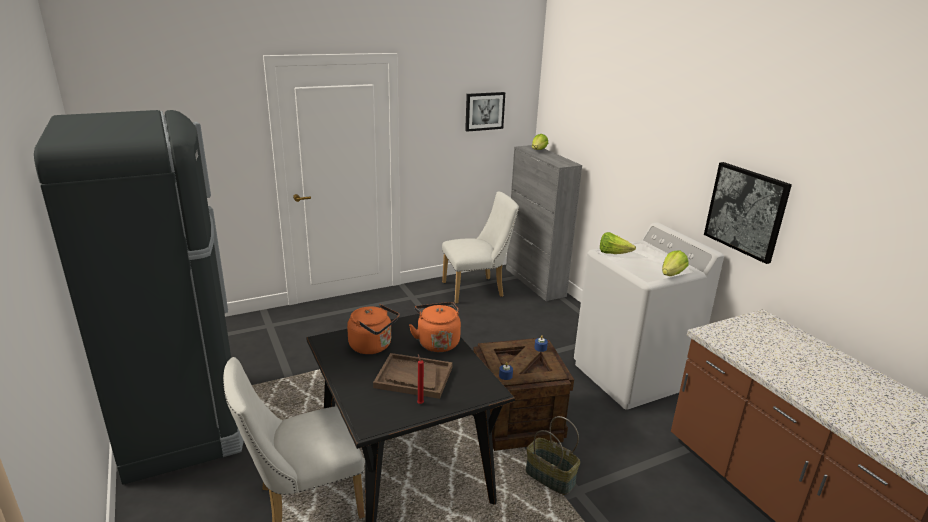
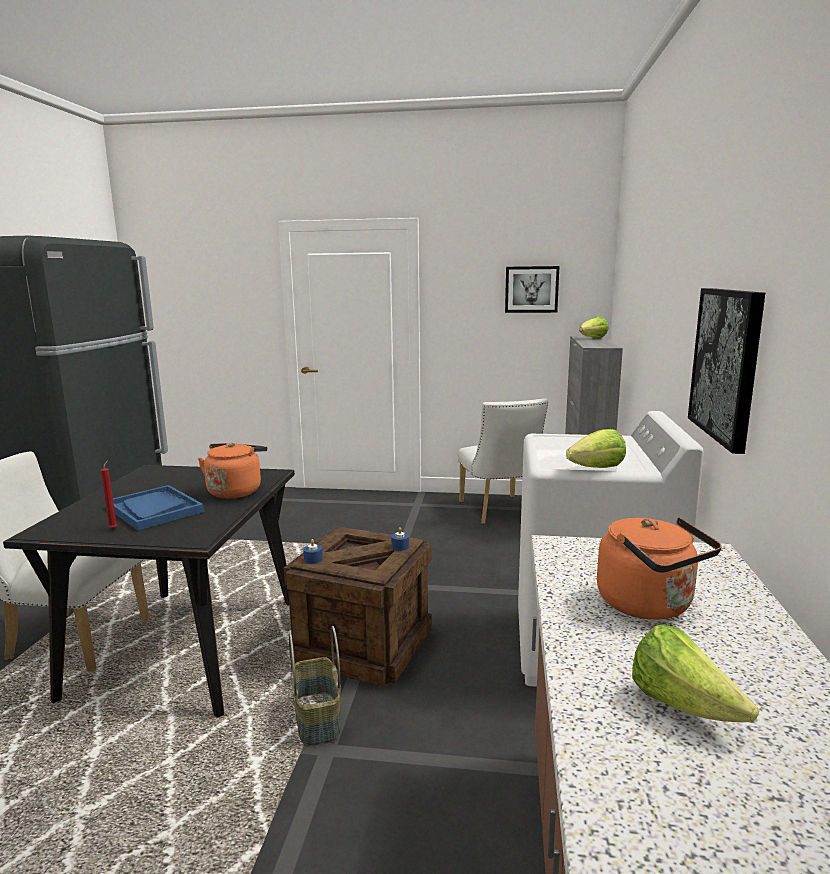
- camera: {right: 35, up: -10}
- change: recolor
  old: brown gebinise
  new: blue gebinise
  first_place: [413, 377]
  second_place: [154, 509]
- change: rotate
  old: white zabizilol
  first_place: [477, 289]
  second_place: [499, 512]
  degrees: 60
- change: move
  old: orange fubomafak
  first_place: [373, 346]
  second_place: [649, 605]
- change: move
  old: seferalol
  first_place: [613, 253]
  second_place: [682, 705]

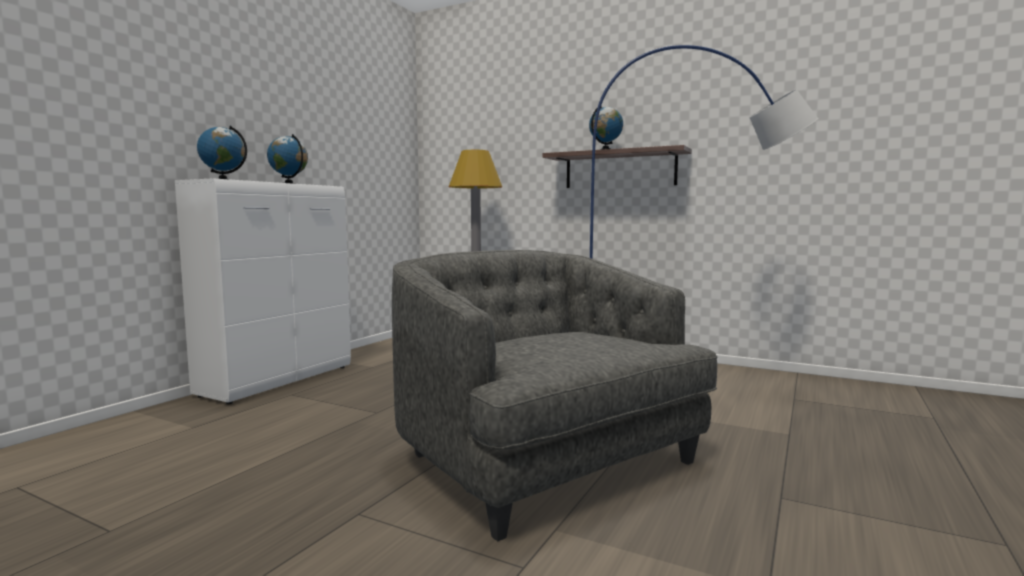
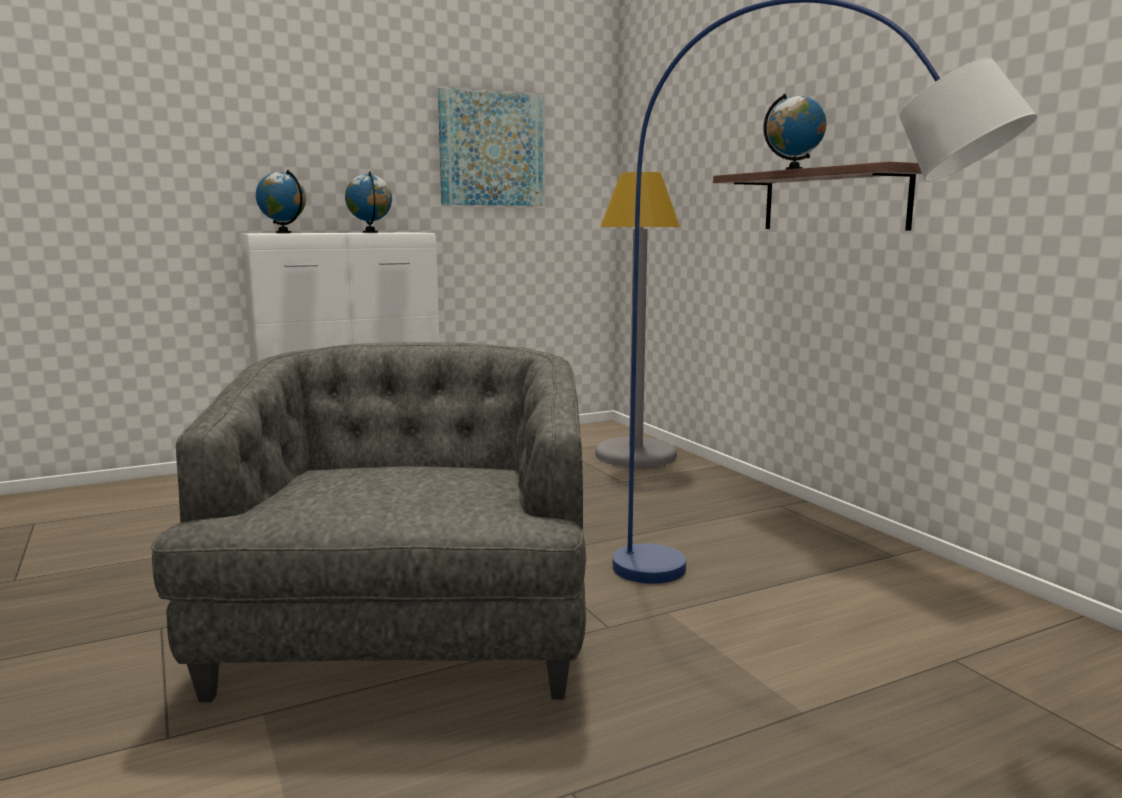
- camera: {right: 35, up: 5}
- change: insert
  new: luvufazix
  second_place: [491, 149]

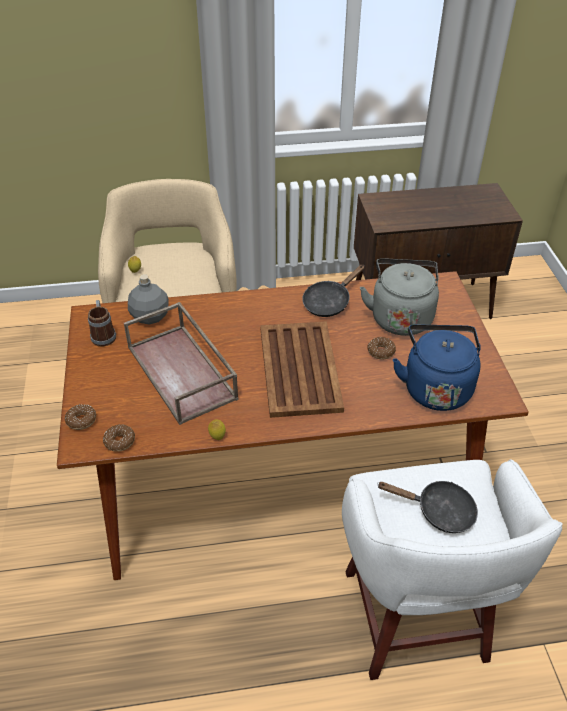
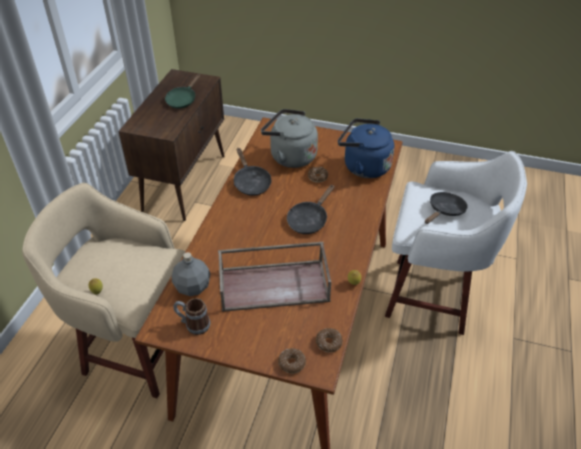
- camera: {right: -65, up: 0}
- change: insert
  new: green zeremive
  second_place: [183, 100]
- change: replace
  old: brown gebinise
  new: black zeremive
  first_place: [300, 368]
  second_place: [309, 220]

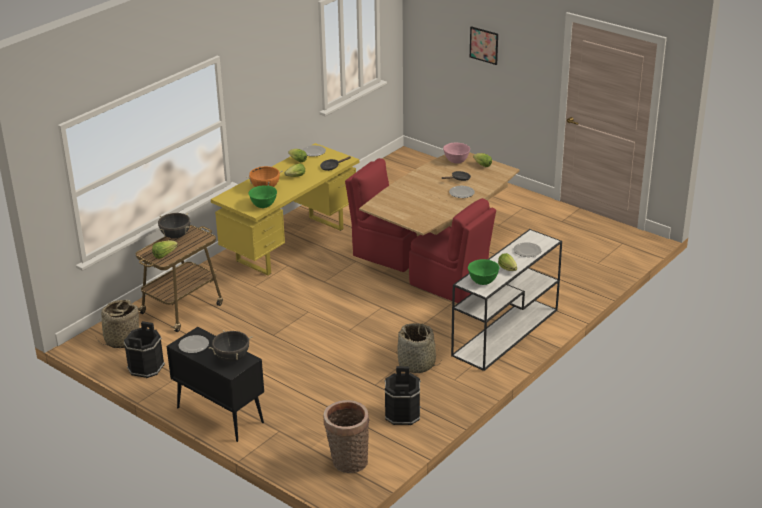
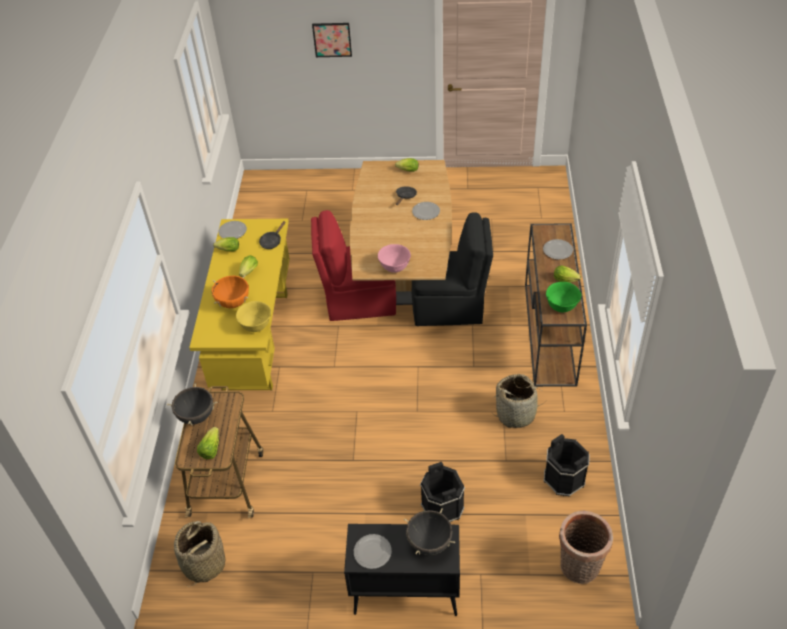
- camera: {right: -35, up: 15}
- change: recolor
  old: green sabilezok
  new: yellow sabilezok
  first_place: [264, 205]
  second_place: [256, 325]
- change: move
  old: pink sabilezok
  first_place: [456, 161]
  second_place: [394, 267]
- change: recolor
  old: red zabizilol
  new: black zabizilol
  first_place: [450, 285]
  second_place: [450, 307]
- change: move
  old: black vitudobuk
  first_place: [146, 367]
  second_place: [442, 507]
- change: recolor
  old: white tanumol
  new: brown tanumol
  first_place: [505, 333]
  second_place: [550, 334]

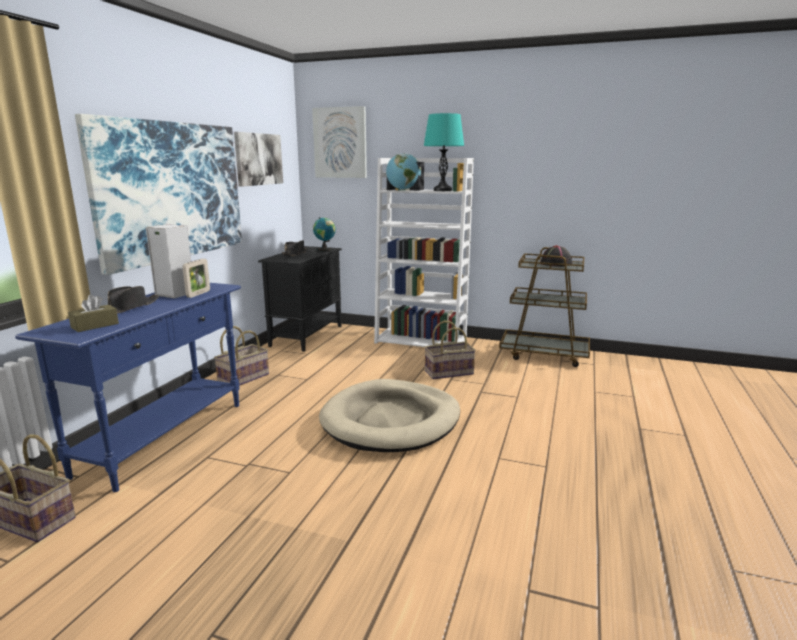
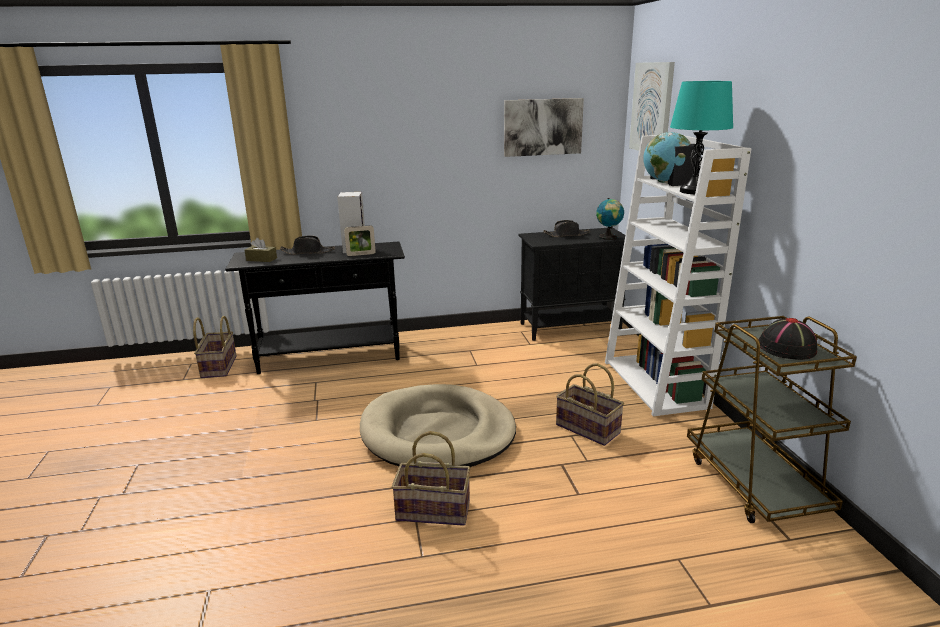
- camera: {right: 60, up: 5}
- change: recolor
  old: blue tanumol
  new: black tanumol
  first_place: [165, 437]
  second_place: [330, 357]
- change: move
  old: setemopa
  first_place: [243, 378]
  second_place: [434, 510]
- change: delete
  old: luvufazix
  first_place: [172, 191]

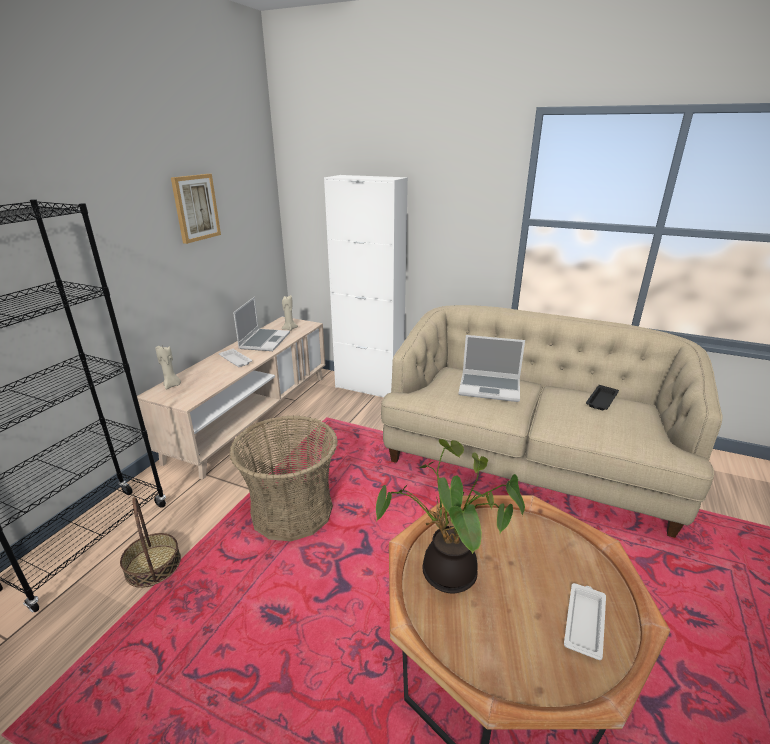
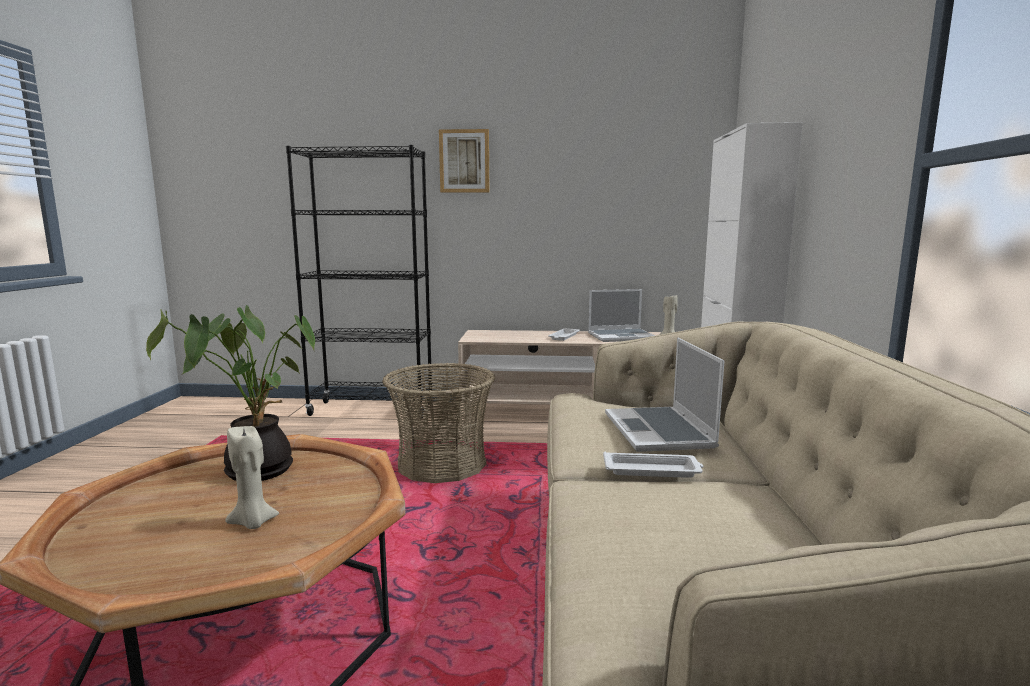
- camera: {right: 70, up: -15}
- change: move
  old: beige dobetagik
  first_place: [172, 385]
  second_place: [253, 523]
- change: move
  old: luvufazix
  first_place: [195, 208]
  second_place: [464, 161]
- change: move
  old: white gebinise
  first_place: [584, 622]
  second_place: [653, 470]
- change: delete
  old: setemopa
  first_place: [153, 565]
- change: delete
  old: black gebinise
  first_place: [601, 401]

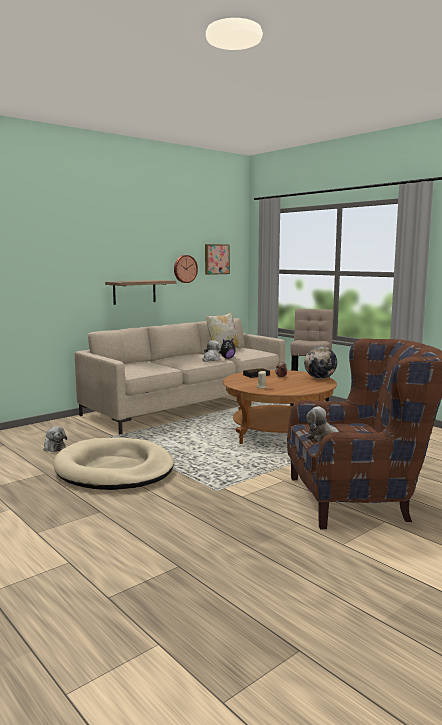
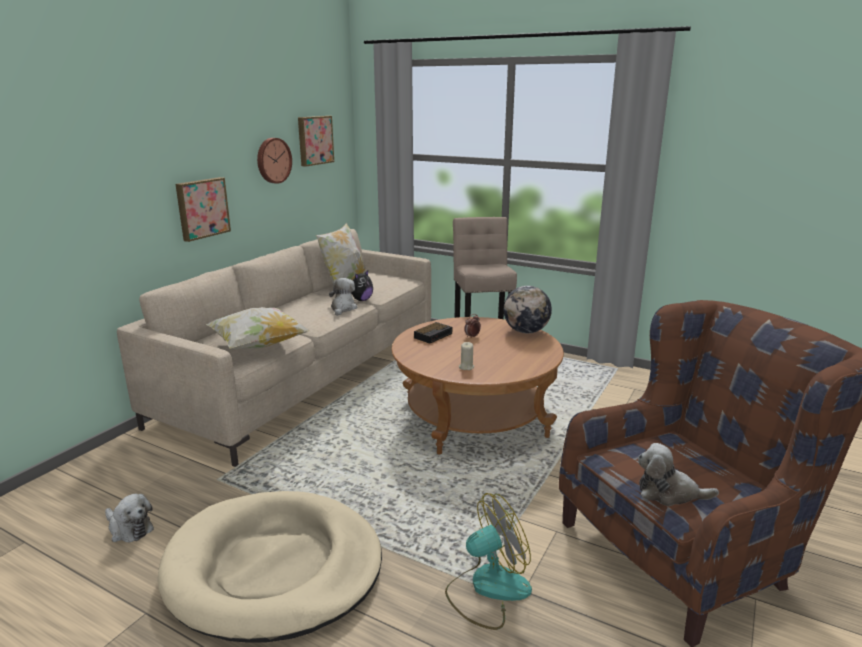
- camera: {right: -20, up: 10}
- change: replace
  old: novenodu
  new: luvufazix
  first_place: [134, 292]
  second_place: [202, 208]
- change: insert
  new: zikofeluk
  second_place: [259, 346]
- change: insert
  new: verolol
  second_place: [487, 589]

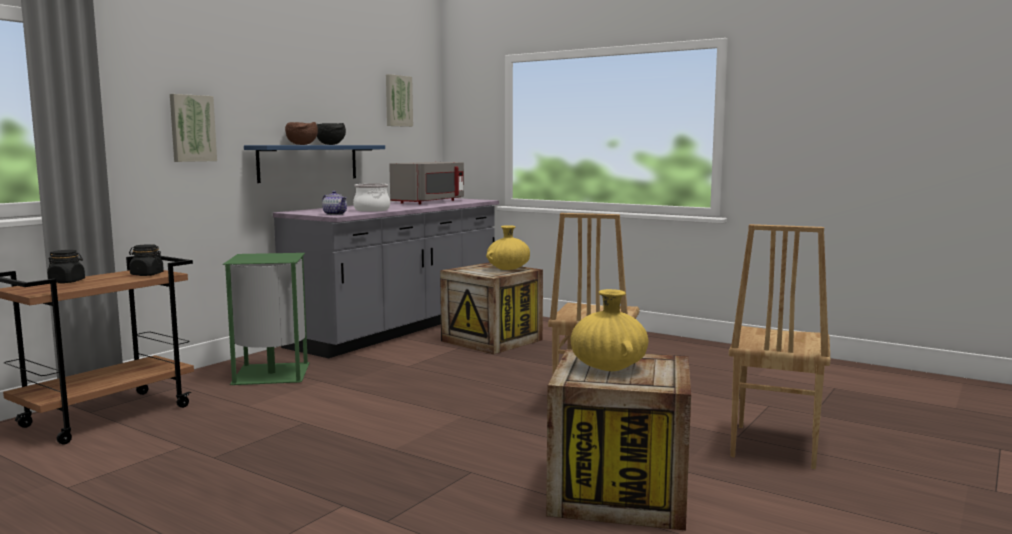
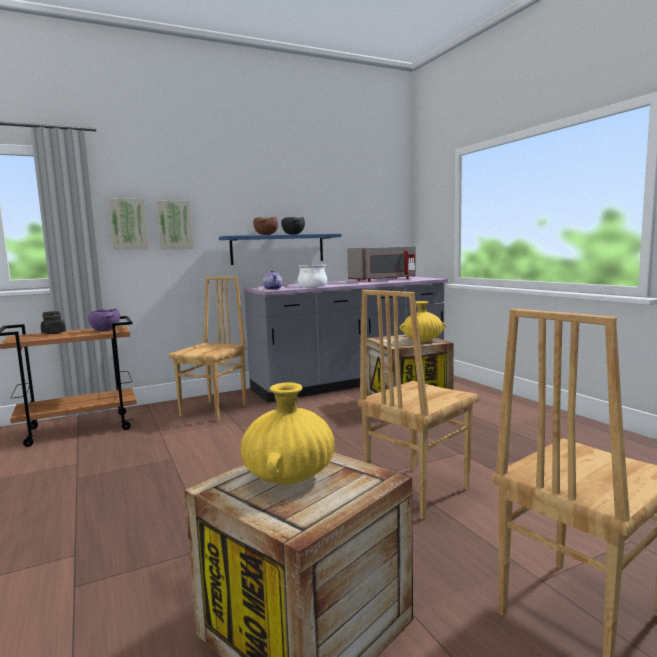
- camera: {right: 30, up: 0}
- change: replace
  old: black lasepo
  new: purple sabilezok
  first_place: [146, 274]
  second_place: [106, 330]
- change: move
  old: luvufazix
  first_place: [397, 101]
  second_place: [128, 224]
- change: replace
  old: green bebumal
  new: brown zabizilol
  first_place: [273, 373]
  second_place: [215, 410]

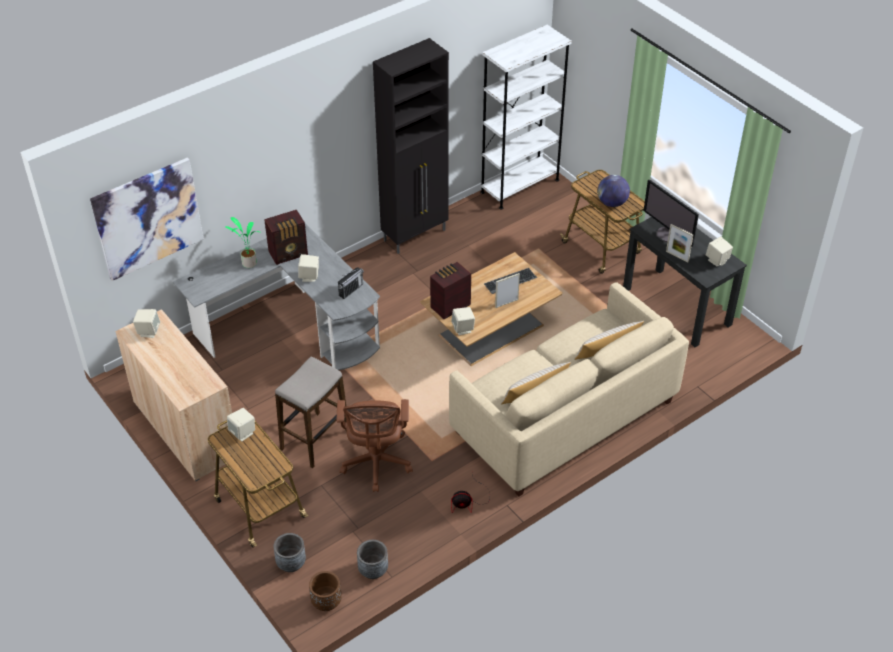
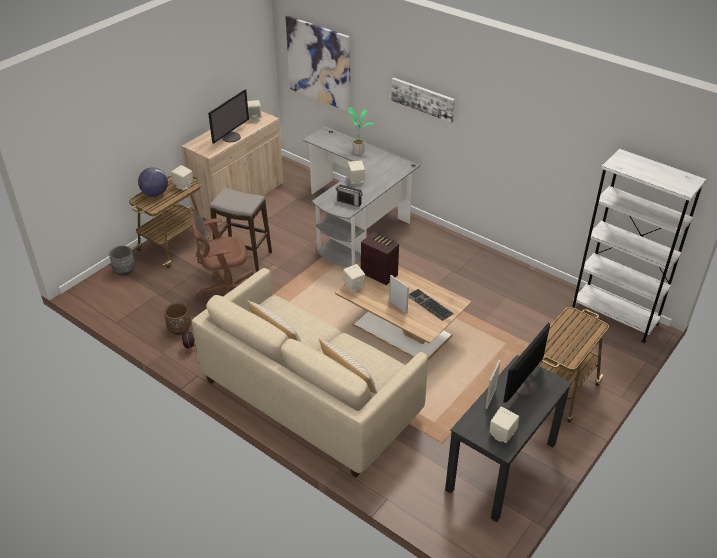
- camera: {right: 75, up: -5}
- change: move
  old: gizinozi
  first_place: [612, 203]
  second_place: [155, 194]
- change: move
  old: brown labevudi
  first_place: [326, 602]
  second_place: [179, 329]
- change: insert
  new: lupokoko
  second_place: [231, 137]
- change: insert
  new: luvufazix
  second_place: [423, 99]
- change: delete
  old: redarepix
  first_place: [289, 253]
- change: delete
  old: grey labevudi
  first_place: [373, 570]
- change: delete
  old: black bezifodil
  first_place: [415, 235]

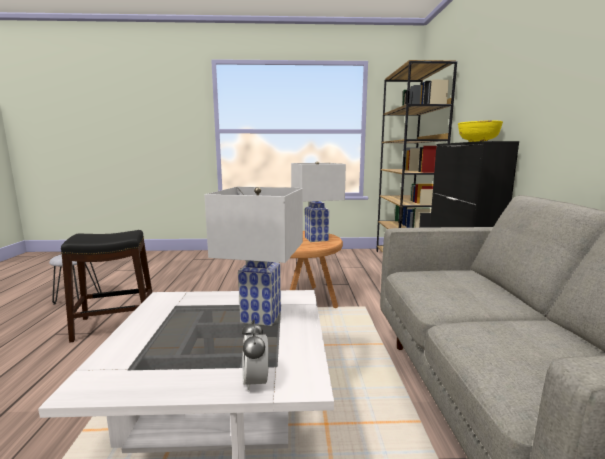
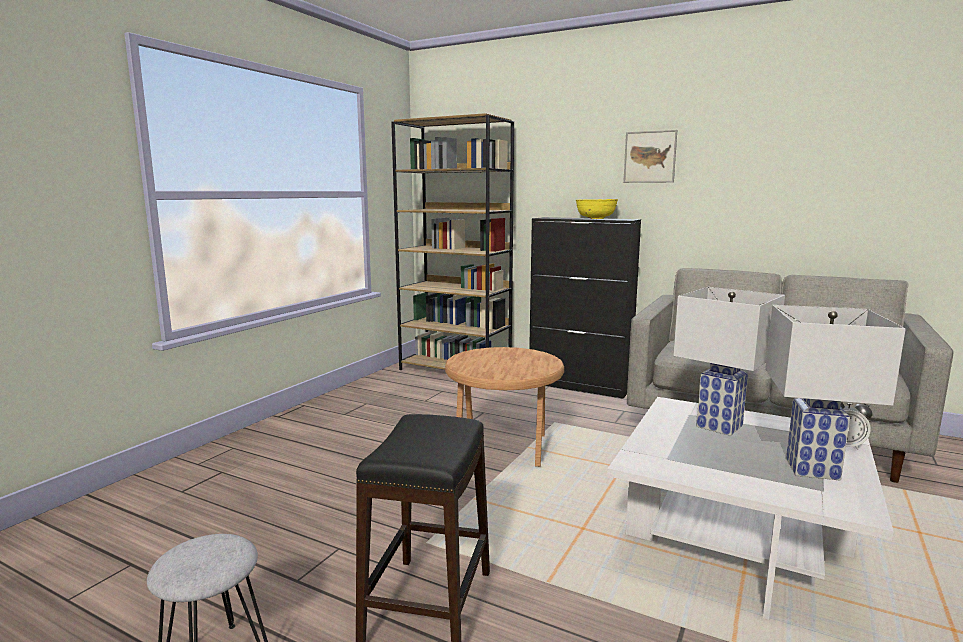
- camera: {right: -60, up: 0}
- change: insert
  new: luvufazix
  second_place: [650, 157]
- change: move
  old: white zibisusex
  first_place: [316, 239]
  second_place: [813, 469]

